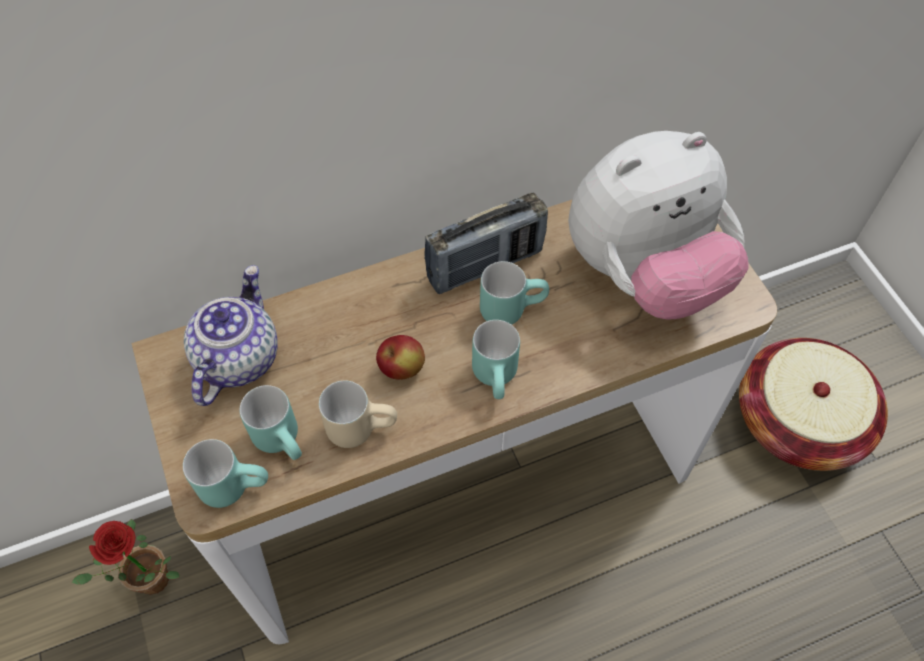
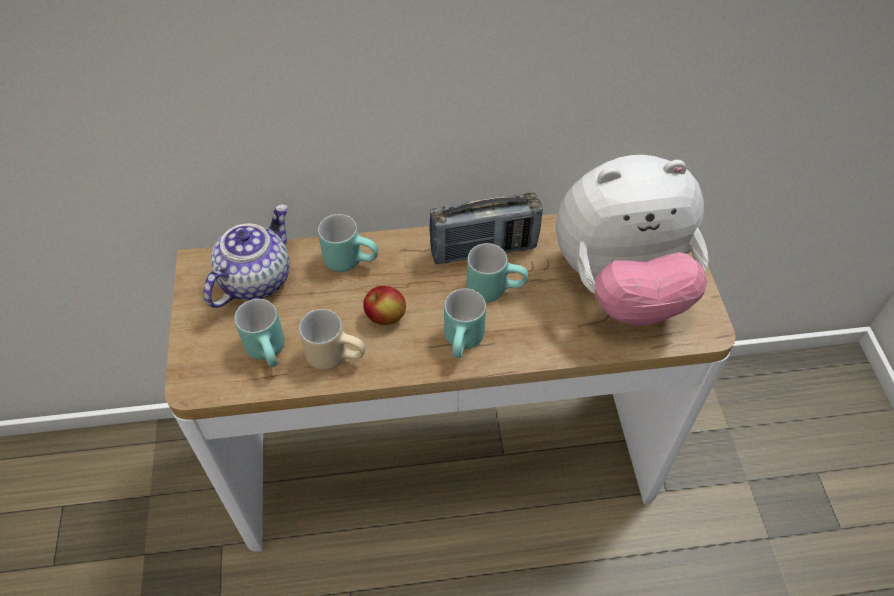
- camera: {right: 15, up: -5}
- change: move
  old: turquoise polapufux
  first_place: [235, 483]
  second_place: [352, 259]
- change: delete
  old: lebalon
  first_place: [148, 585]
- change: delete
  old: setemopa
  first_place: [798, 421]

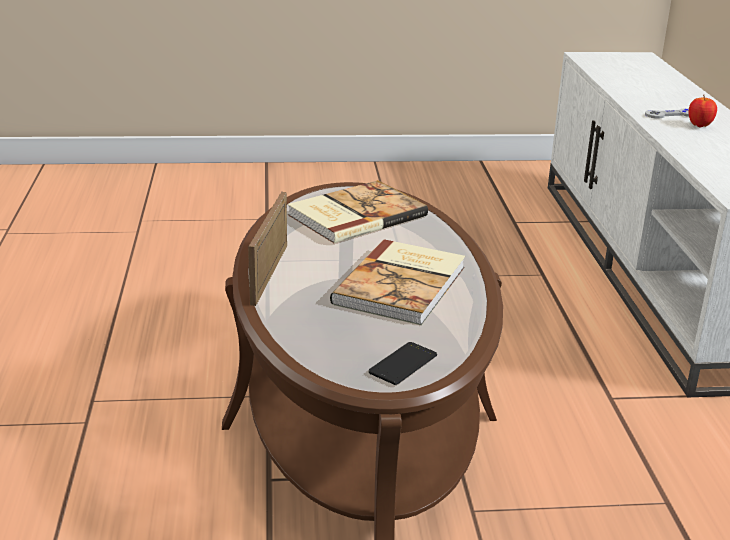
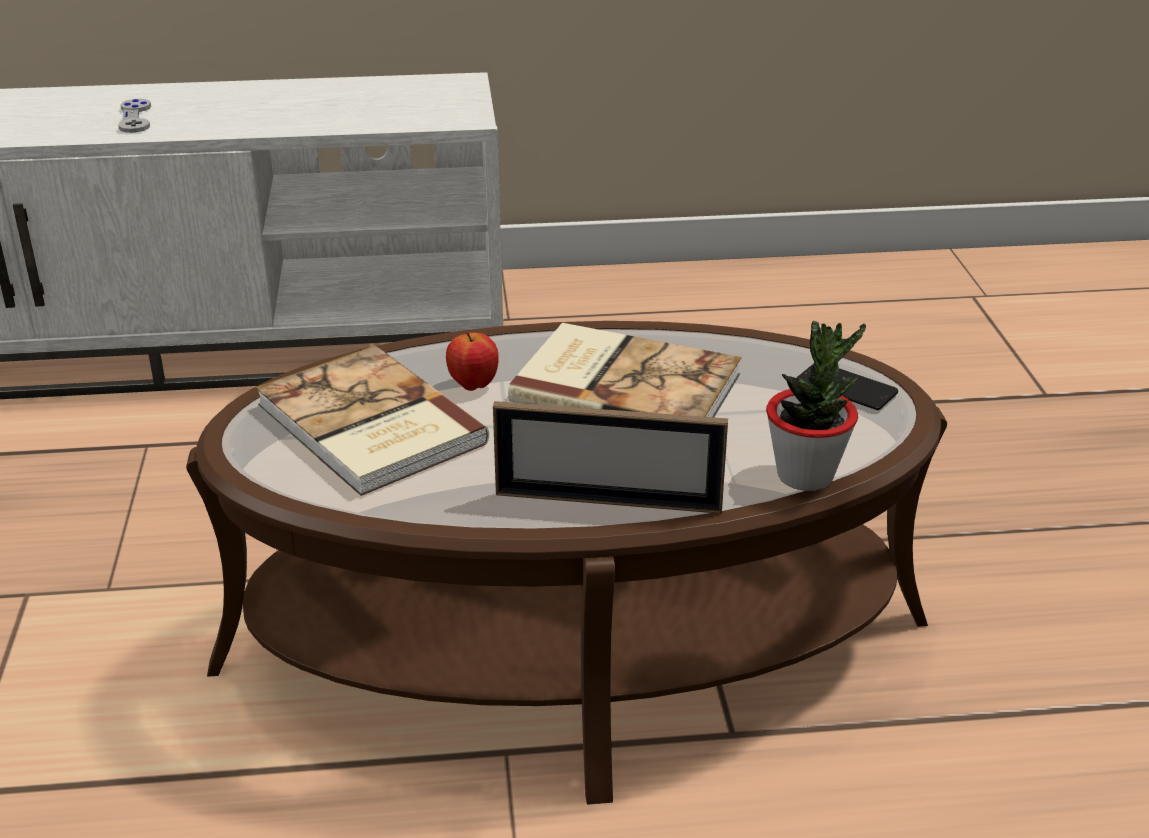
- camera: {right: -90, up: 5}
- change: move
  old: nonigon
  first_place: [699, 125]
  second_place: [473, 385]
- change: insert
  new: lebalon
  second_place: [805, 475]

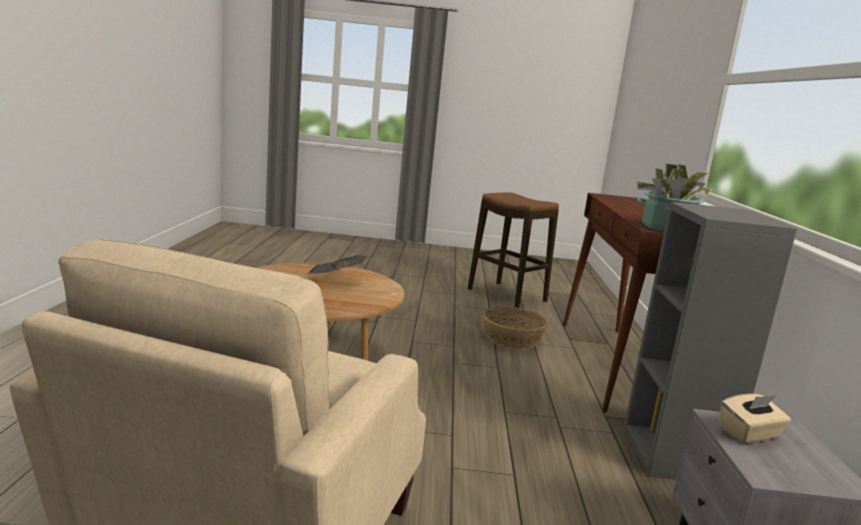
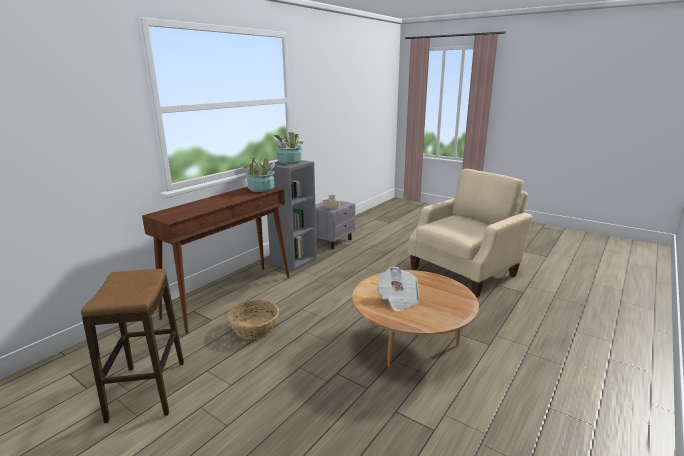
- camera: {right: -145, up: 5}
- change: insert
  new: lebalon
  second_place: [289, 161]

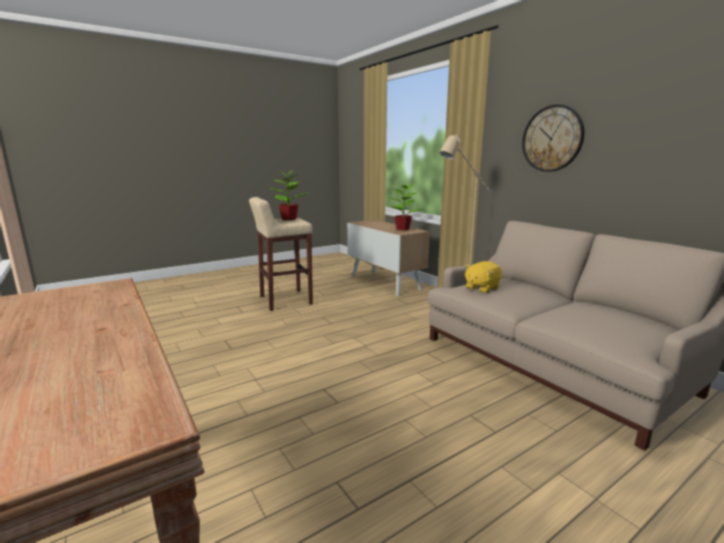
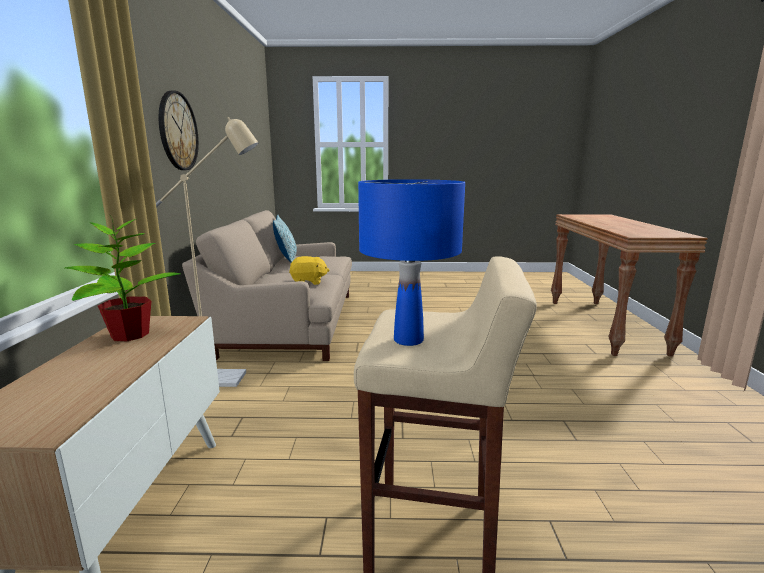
- camera: {right: -145, up: 0}
- change: insert
  new: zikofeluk
  second_place: [286, 260]
- change: replace
  old: lebalon
  new: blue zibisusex
  first_place: [288, 219]
  second_place: [408, 340]

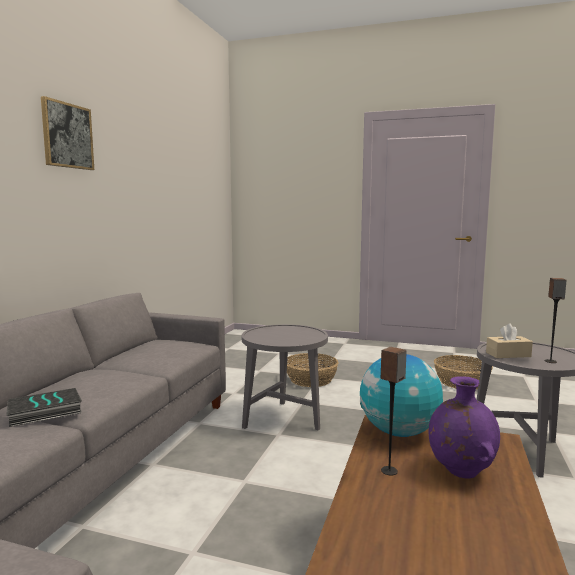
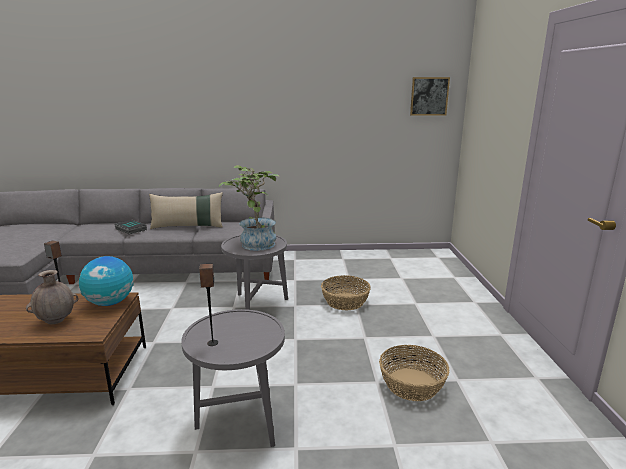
- camera: {right: 70, up: 10}
- change: recolor
  old: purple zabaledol
  new: brown zabaledol
  first_place: [460, 471]
  second_place: [57, 321]
- change: insert
  new: beige zikofeluk
  second_place: [188, 226]
- change: insert
  new: lebalon
  second_place: [254, 243]
- change: move
  old: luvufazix
  first_place: [67, 135]
  second_place: [429, 96]
- change: delete
  old: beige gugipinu
  first_place: [508, 354]

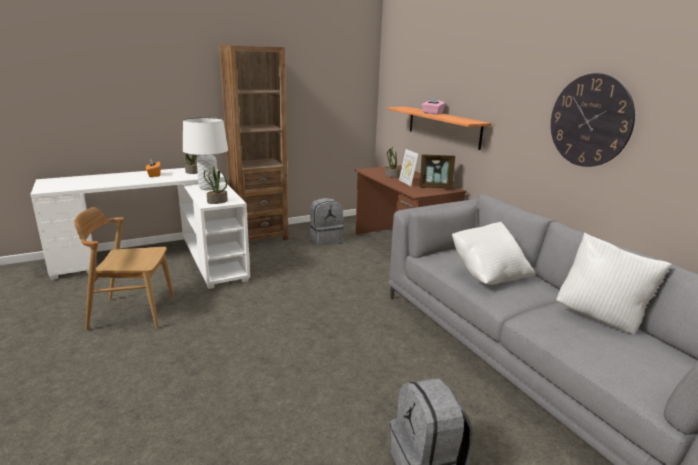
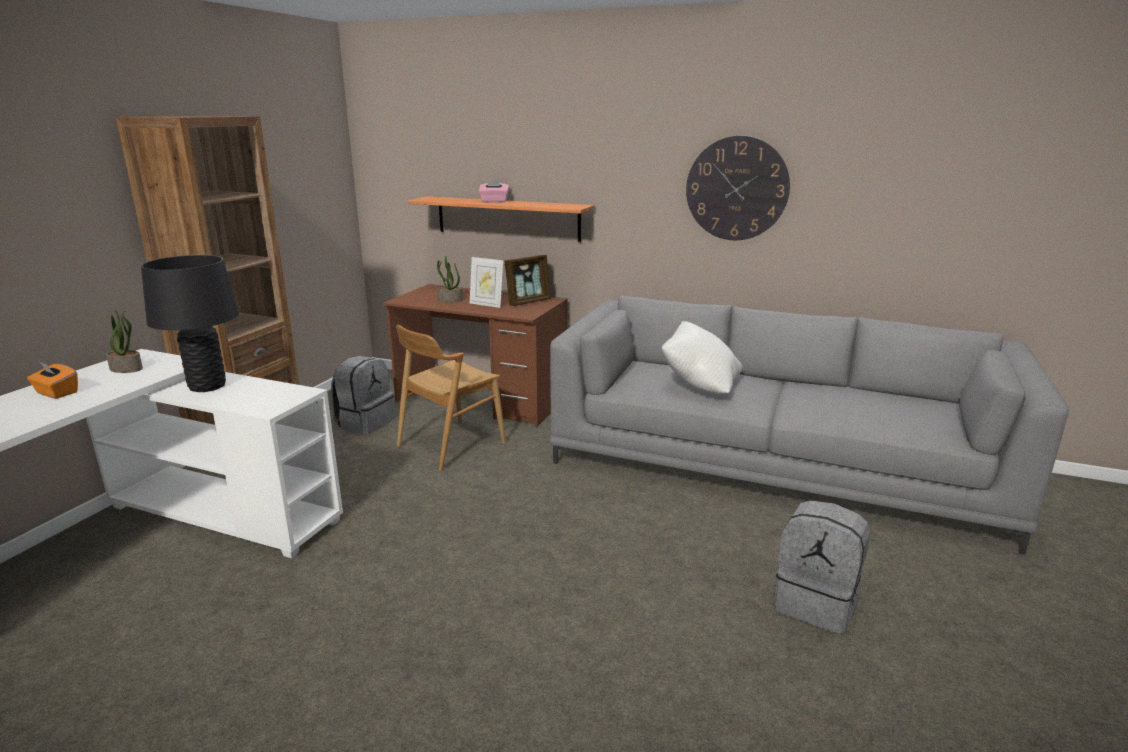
- camera: {right: -40, up: 0}
- change: recolor
  old: white zibisusex
  new: black zibisusex
  first_place: [208, 188]
  second_place: [207, 386]
- change: move
  old: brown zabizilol
  first_place: [132, 312]
  second_place: [450, 444]
- change: delete
  old: lebalon
  first_place: [217, 202]
- change: delete
  old: white zikofeluk
  first_place: [601, 318]

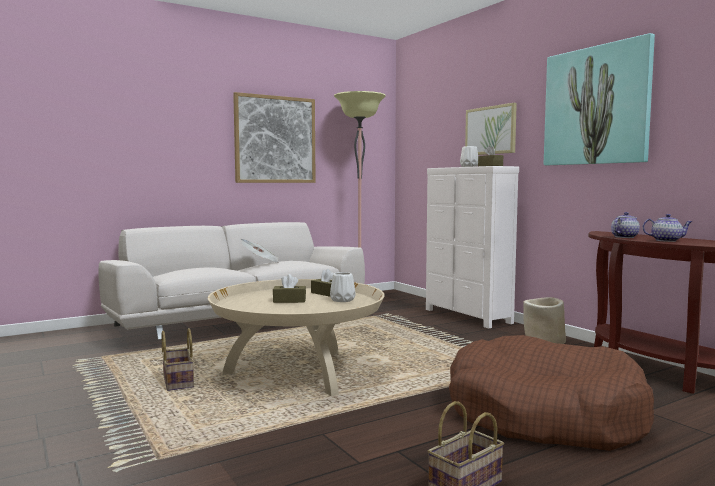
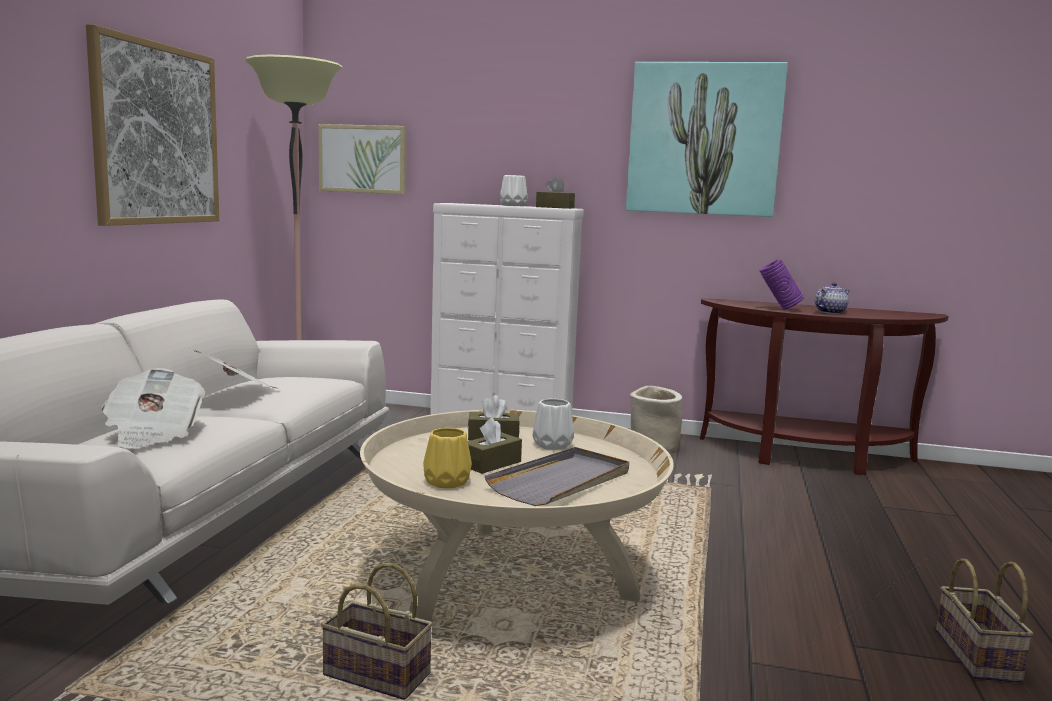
- camera: {right: -45, up: 5}
- change: insert
  new: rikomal
  second_place: [153, 433]
- change: move
  old: luvufazix
  first_place: [490, 130]
  second_place: [362, 159]
- change: insert
  new: yellow zabaledol
  second_place: [445, 482]
- change: insert
  new: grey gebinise
  second_place: [561, 481]
- change: replace
  old: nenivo
  new: purple zabaledol
  first_place: [624, 237]
  second_place: [778, 309]
- change: delete
  old: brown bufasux
  first_place: [543, 415]

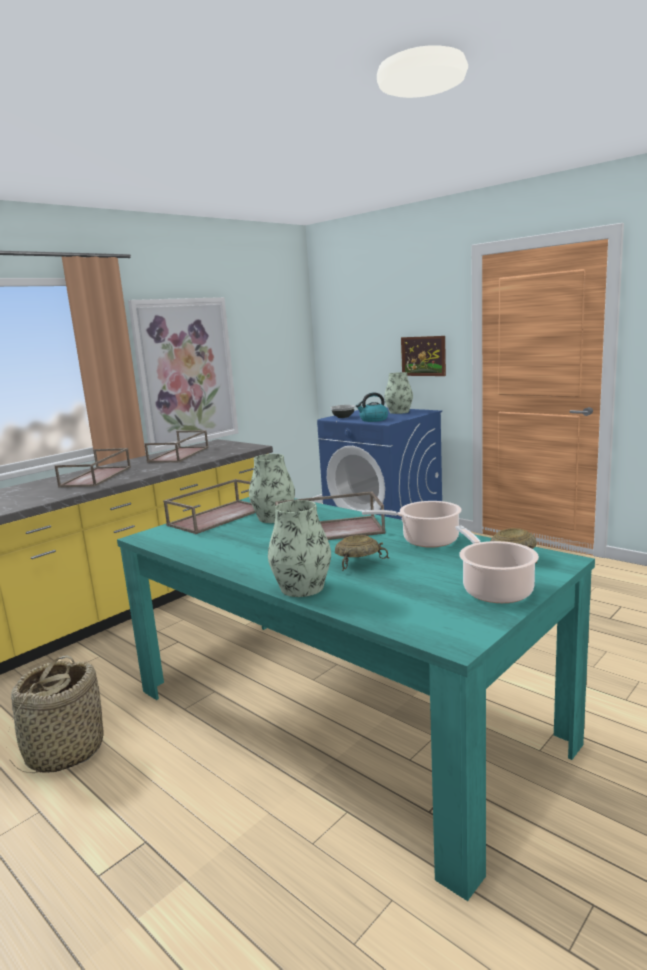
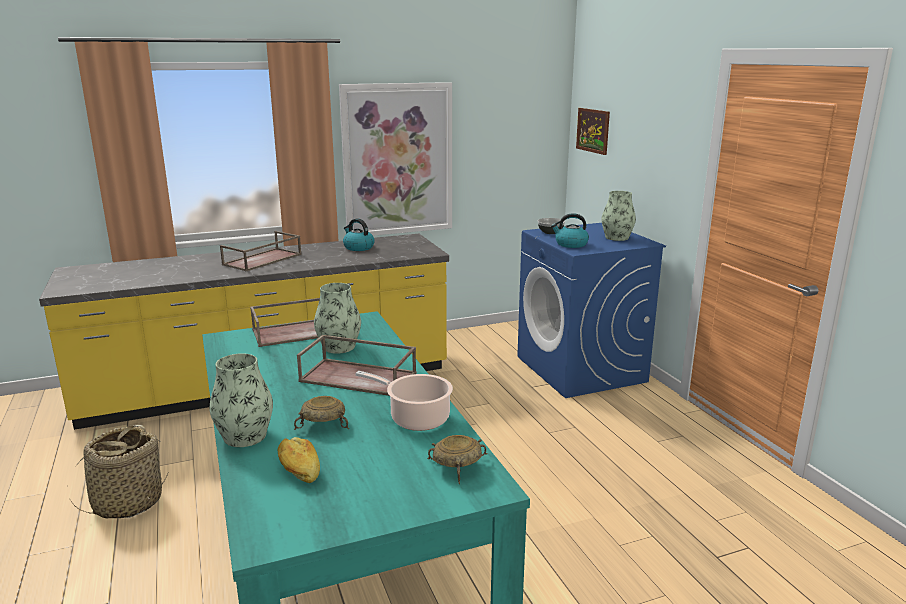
- camera: {right: 25, up: 5}
- change: insert
  new: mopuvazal
  second_place: [298, 469]
- change: replace
  old: brown gebinise
  new: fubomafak
  first_place: [179, 455]
  second_place: [358, 247]
- change: move
  old: luvufazix
  first_place: [423, 356]
  second_place: [593, 130]
- change: delete
  old: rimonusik
  first_place: [495, 590]

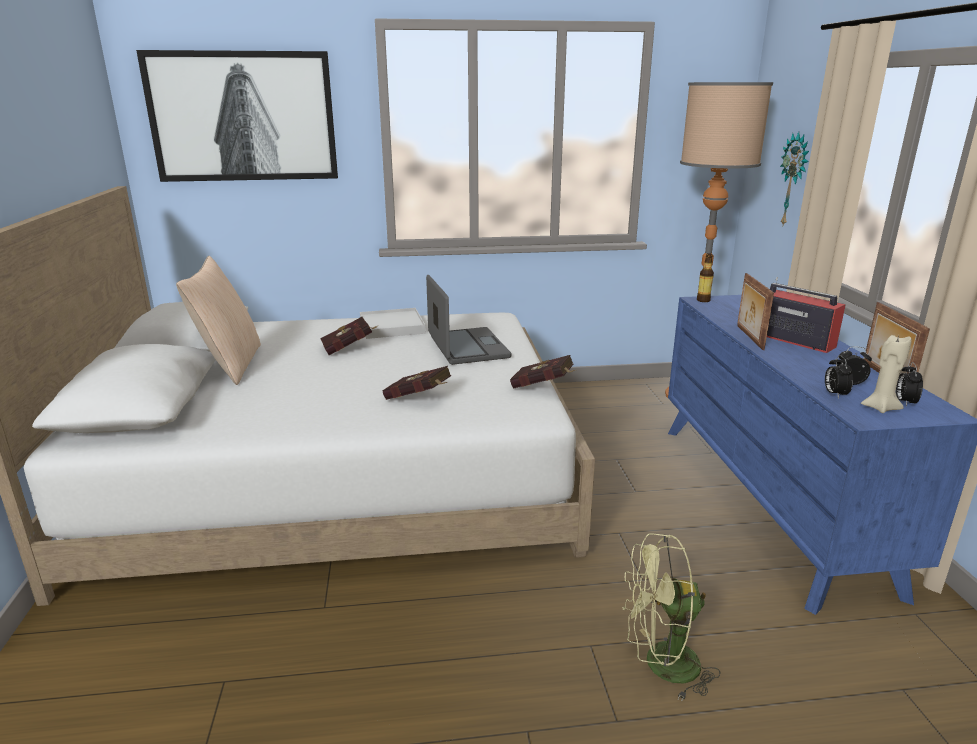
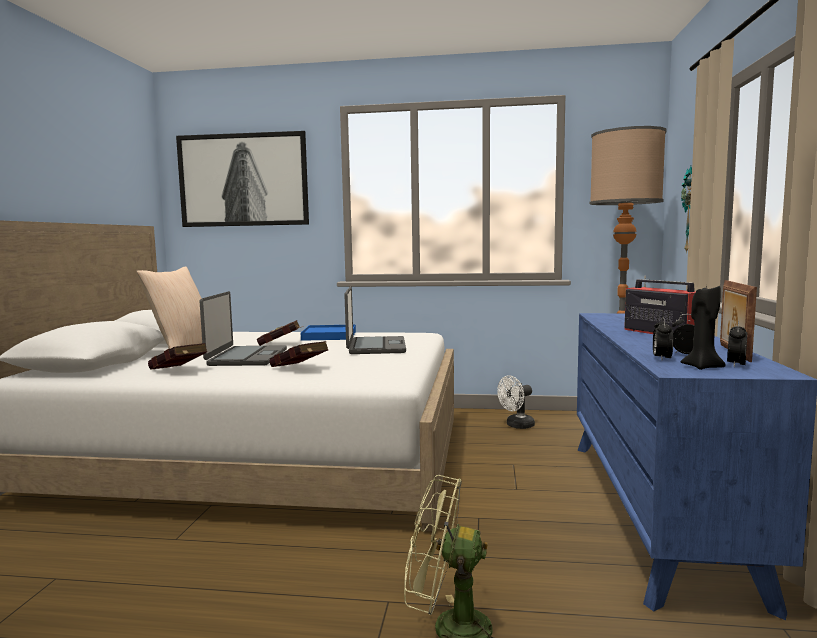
- camera: {right: 15, up: -15}
- change: move
  old: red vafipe
  first_place: [544, 387]
  second_place: [179, 371]
- change: insert
  new: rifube
  second_place: [246, 357]
- change: recolor
  old: white gebinise
  new: blue gebinise
  first_place: [392, 327]
  second_place: [329, 336]
- change: insert
  new: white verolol
  second_place: [516, 426]
- change: recolor
  old: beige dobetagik
  new: black dobetagik
  first_place: [880, 408]
  second_place: [702, 367]
- change: delete
  old: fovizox
  first_place: [703, 300]
- change: delete
  old: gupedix
  first_place: [748, 337]

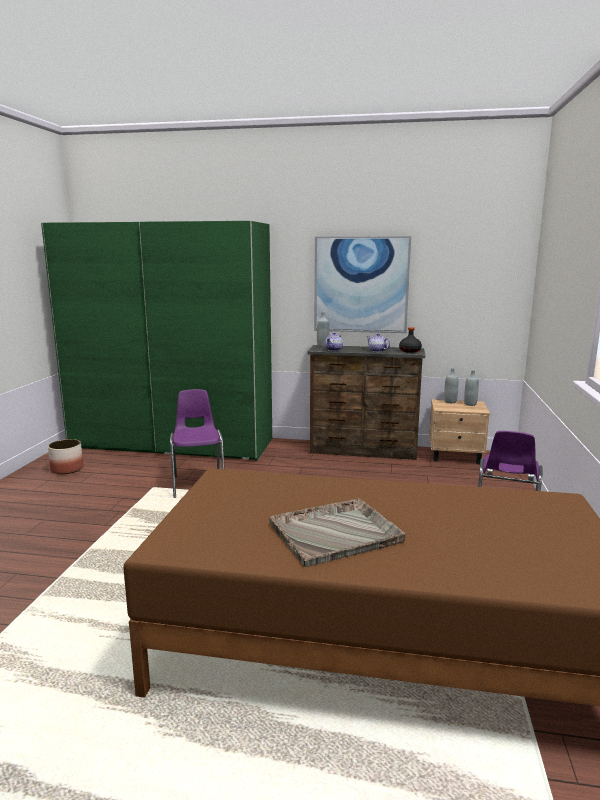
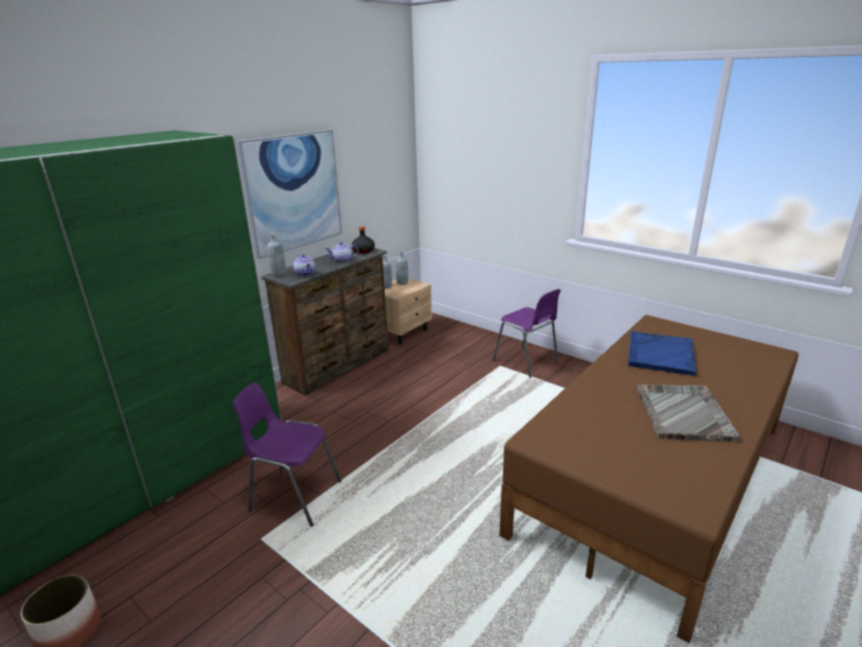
- camera: {right: -60, up: 10}
- change: insert
  new: blue gebinise
  second_place: [660, 354]

